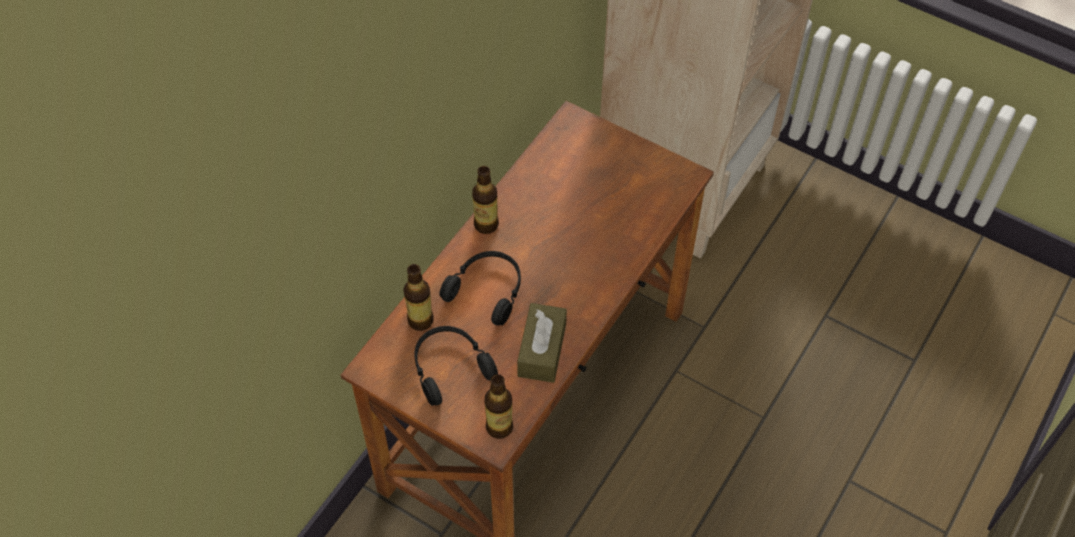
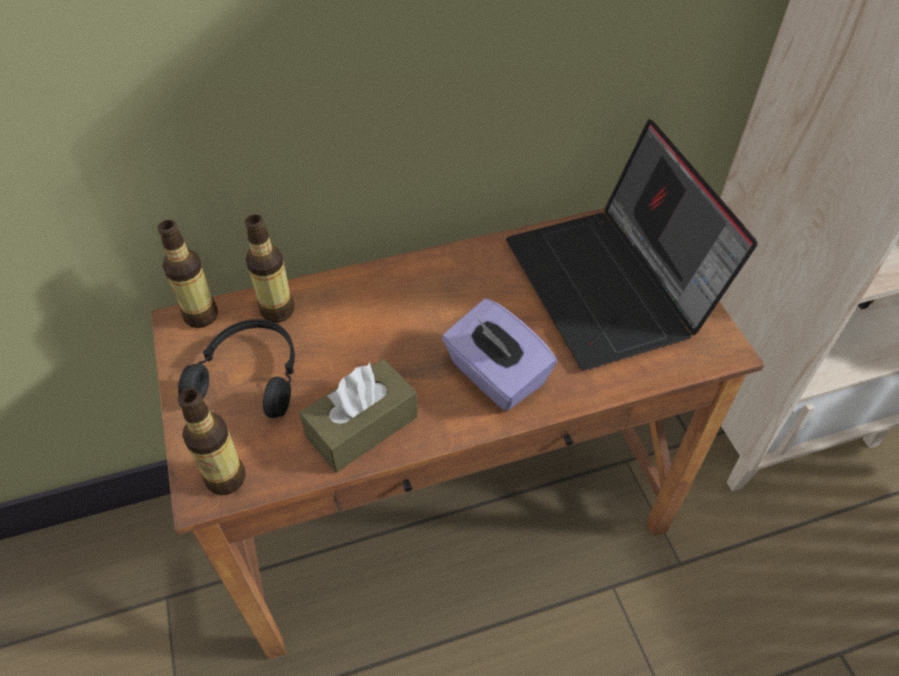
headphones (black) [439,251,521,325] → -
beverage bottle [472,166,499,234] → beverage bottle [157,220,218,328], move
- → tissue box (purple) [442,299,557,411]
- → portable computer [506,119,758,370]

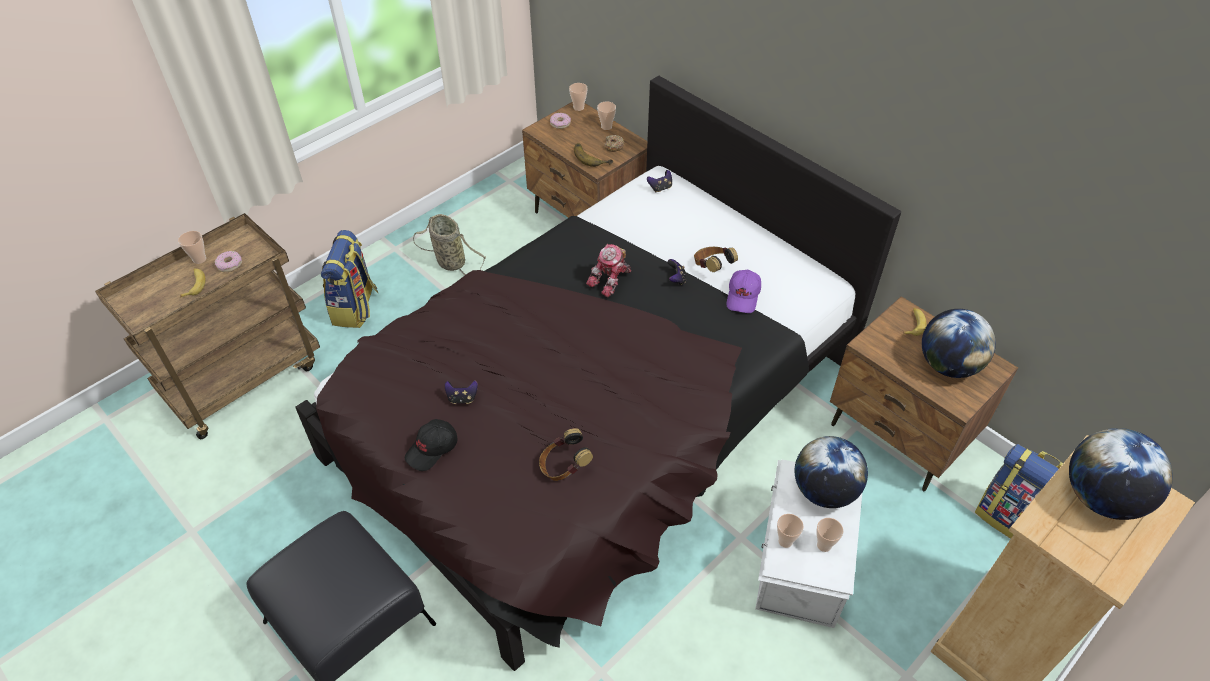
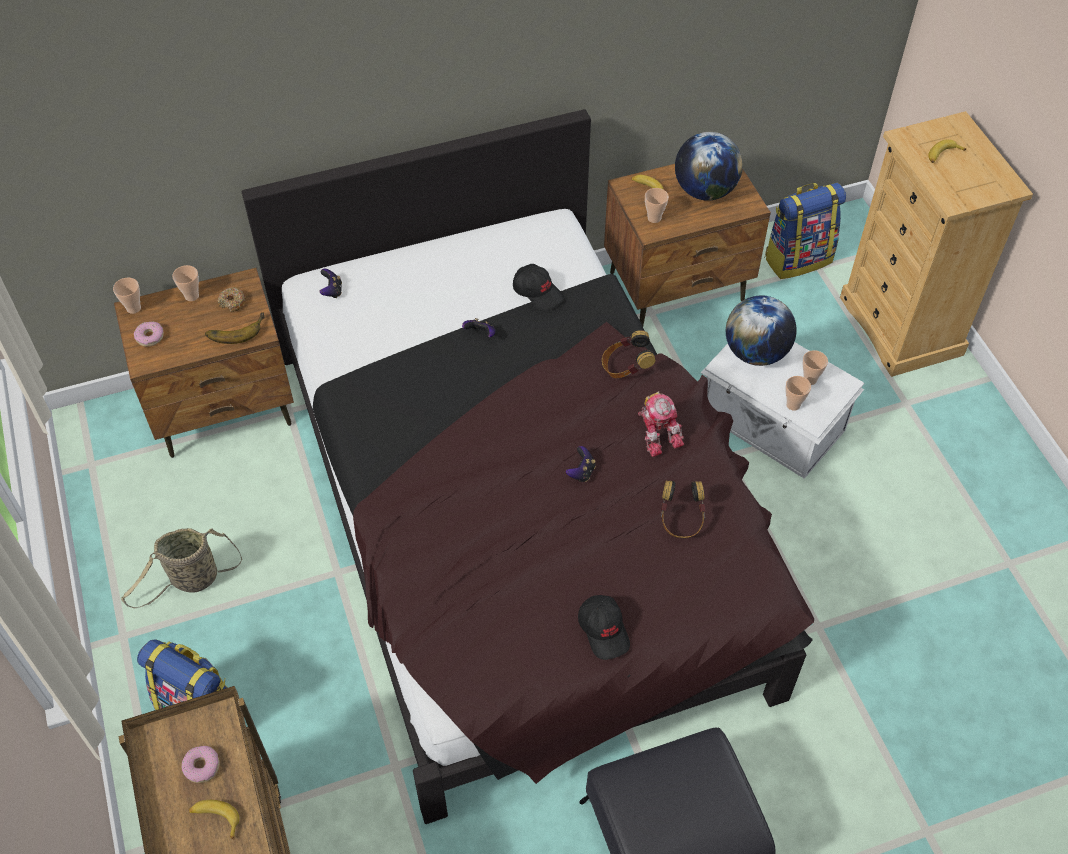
small cup [178,231,206,264] → small cup [645,188,669,223], move
gamepad [445,380,478,404] → gamepad [566,446,596,482], move
model robot [586,244,631,297] → model robot [638,391,684,457], move
headphones [694,247,738,272] → headphones [602,330,656,378], move
cap (purple) [726,270,761,313] → cap (black) [513,264,564,311]
globe [1069,428,1173,520] → banana [928,139,967,163]

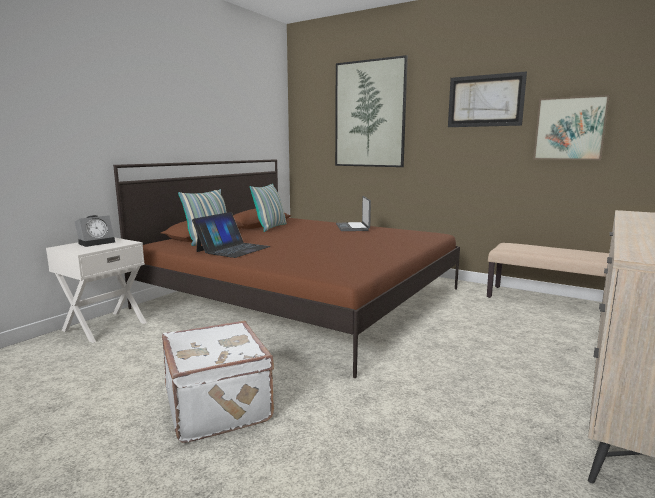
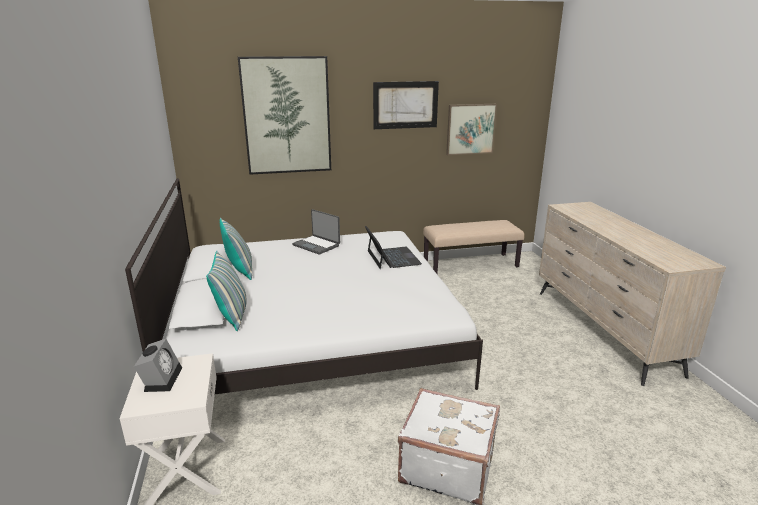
sleeping bed (brown-coloured) [113,159,460,378] → sleeping bed (whitish) [125,178,483,394]
portable computer [192,212,271,258] → portable computer [365,226,422,269], move

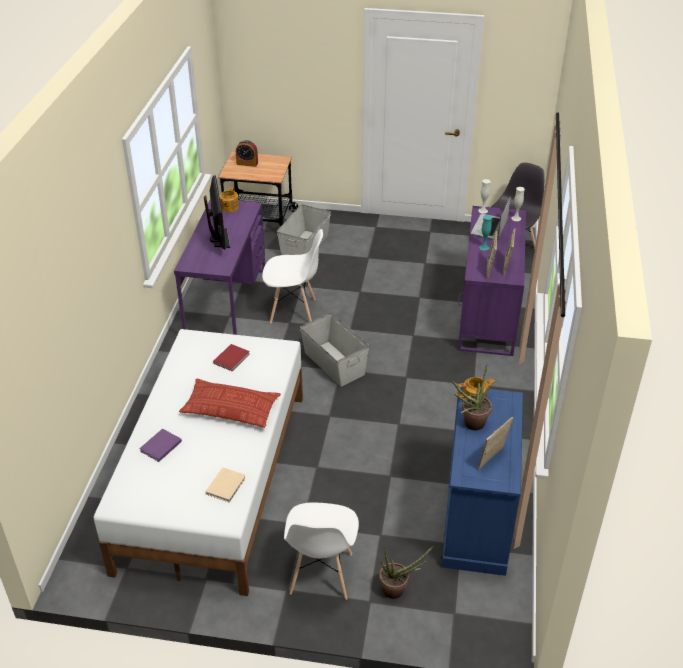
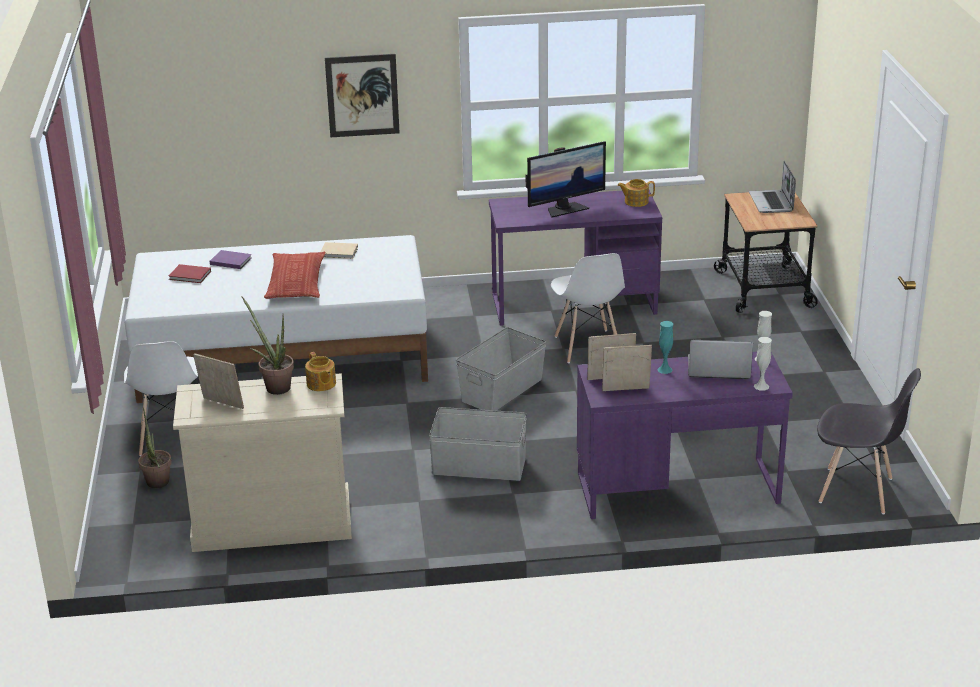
volume (beige-coloured) [205,467,246,502] → volume (beige-coloured) [321,242,358,259], move
volume (reddish) [213,344,250,372] → volume (reddish) [169,264,211,283], move
bedside clock [236,140,258,167] → portable computer [749,160,796,213]
storage container (gray) [277,204,331,255] → storage container (gray) [429,407,527,481], move
chair (whitish) [284,503,359,600] → chair (whitish) [124,341,198,456], 90 degrees counterclockwise
dresser (blue) [441,386,523,576] → dresser (beige-coloured) [173,373,352,552]
- → wall art [325,54,400,137]

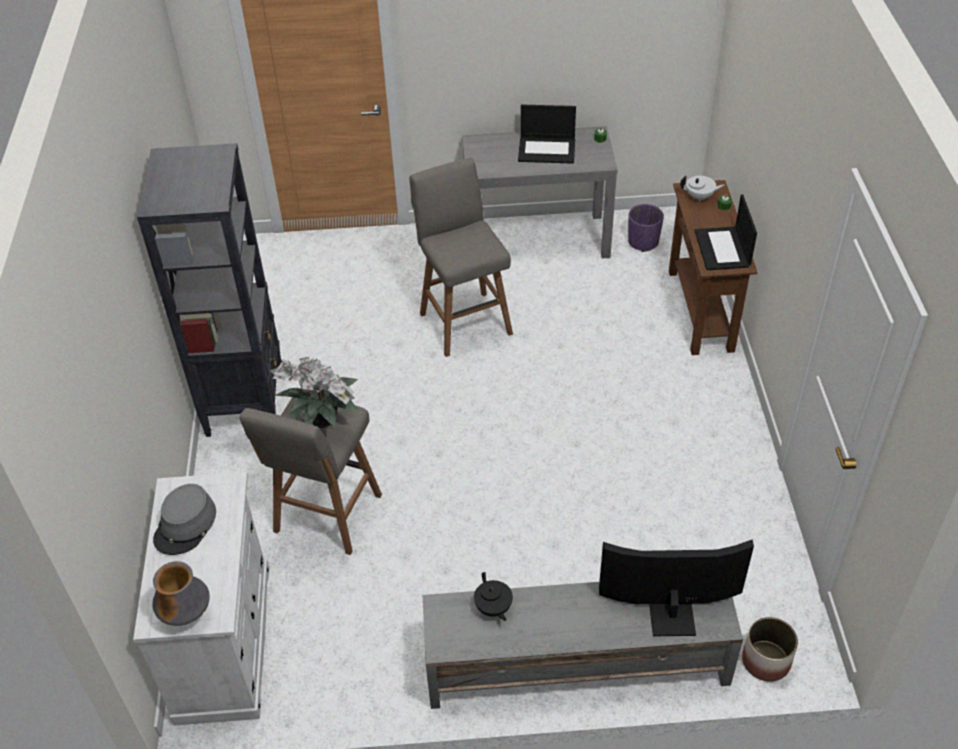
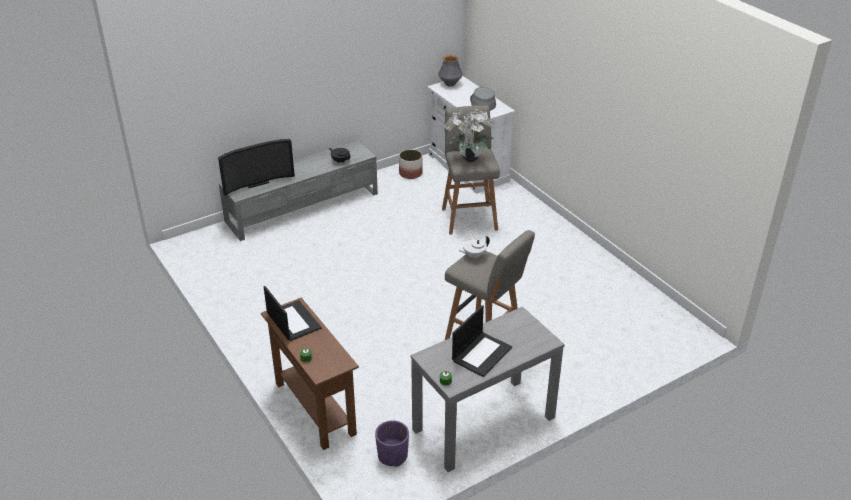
bookcase (black) [137,143,282,437] → -
portable computer [518,104,576,164] → portable computer [452,305,512,377], 150 degrees clockwise
tea pot (whitish) [680,176,724,201] → tea pot (whitish) [458,236,490,258], move
planter [742,617,798,682] → planter [399,149,423,179], move

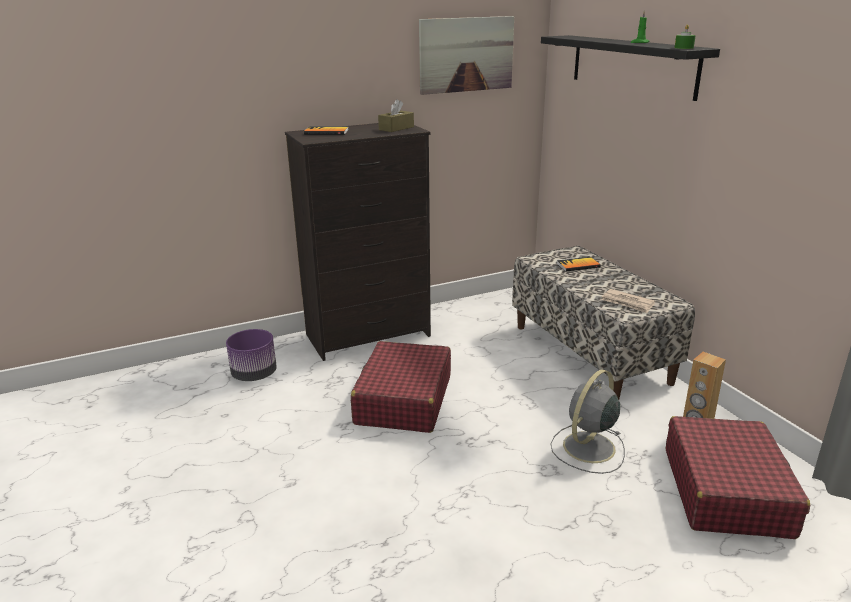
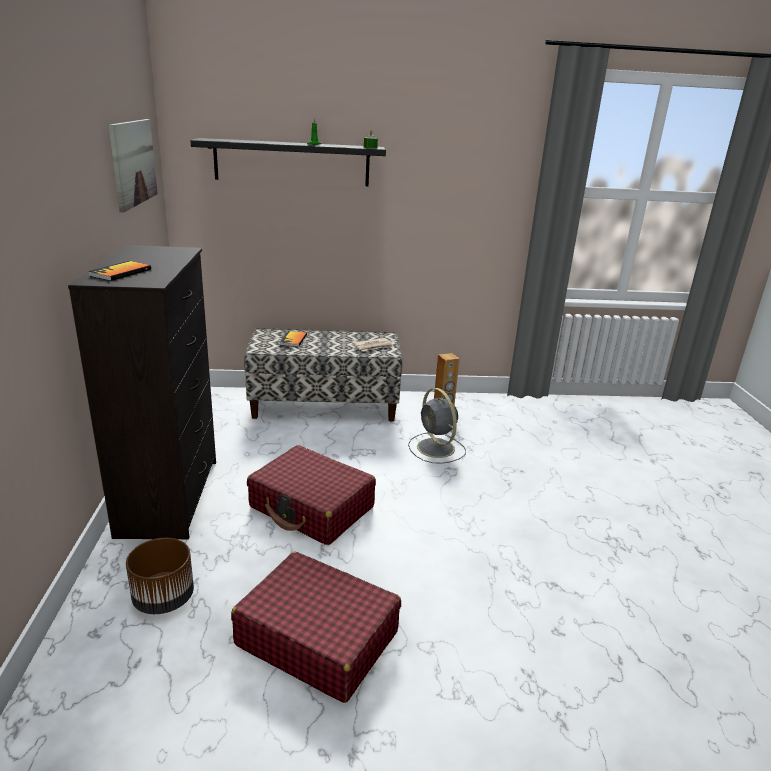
planter (purple) [226,329,277,381] → planter (brown-coloured) [126,538,194,614]
tissue box (brown-coloured) [378,99,414,132] → -
travel case (reddish) [666,416,810,539] → travel case (reddish) [231,552,401,703], move

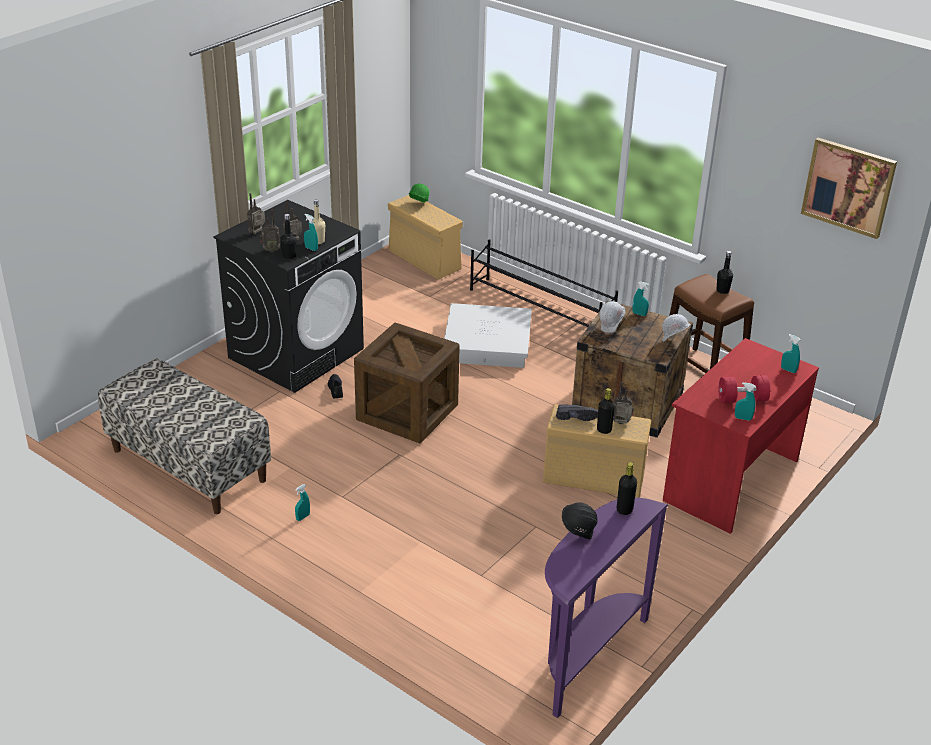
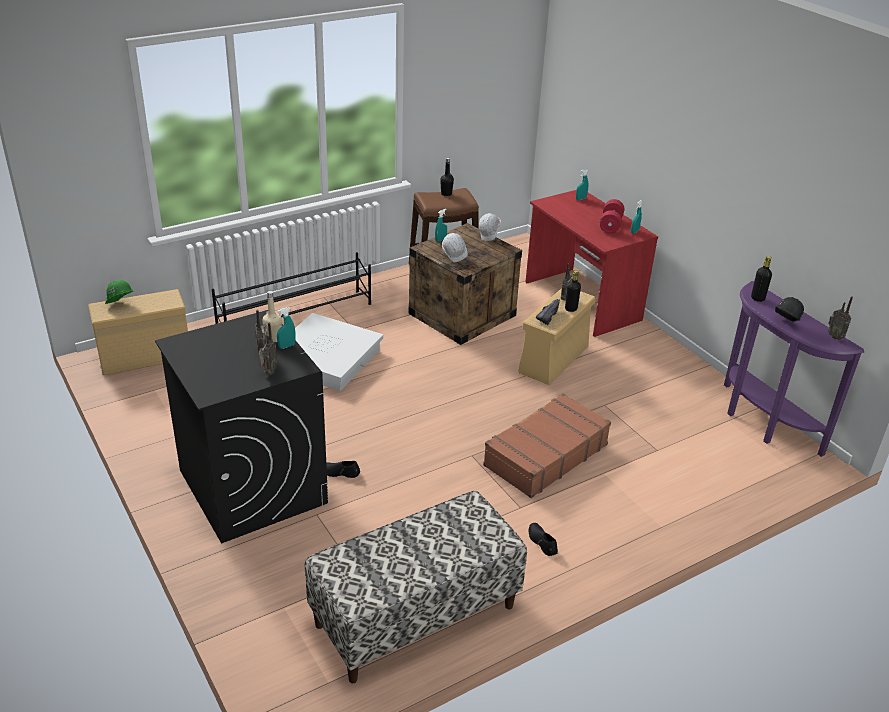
radio receiver [247,193,265,234] → radio receiver [828,296,853,340], move
beverage bottle (black) [280,214,297,259] → -
sprayer (turquoise-coloured) [295,484,310,521] → shoe (black) [529,523,558,556]
packing crate [354,323,460,443] → -
wall art [801,138,897,239] → -
- → travel case (brown-coloured) [483,393,611,498]

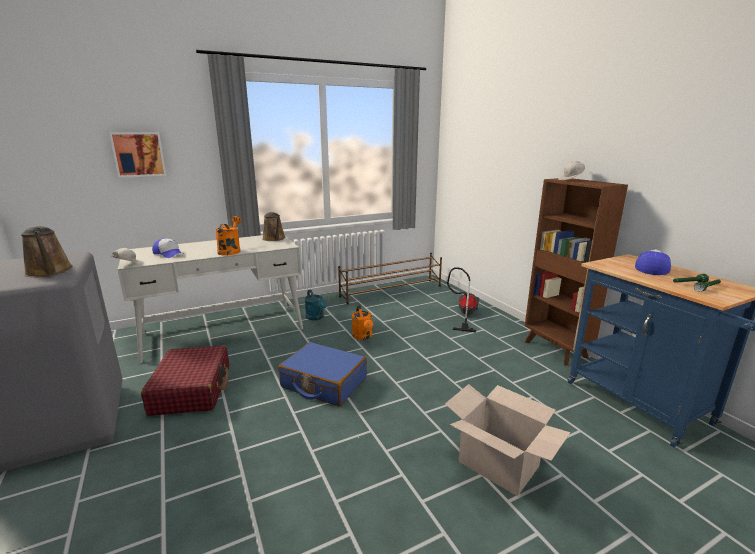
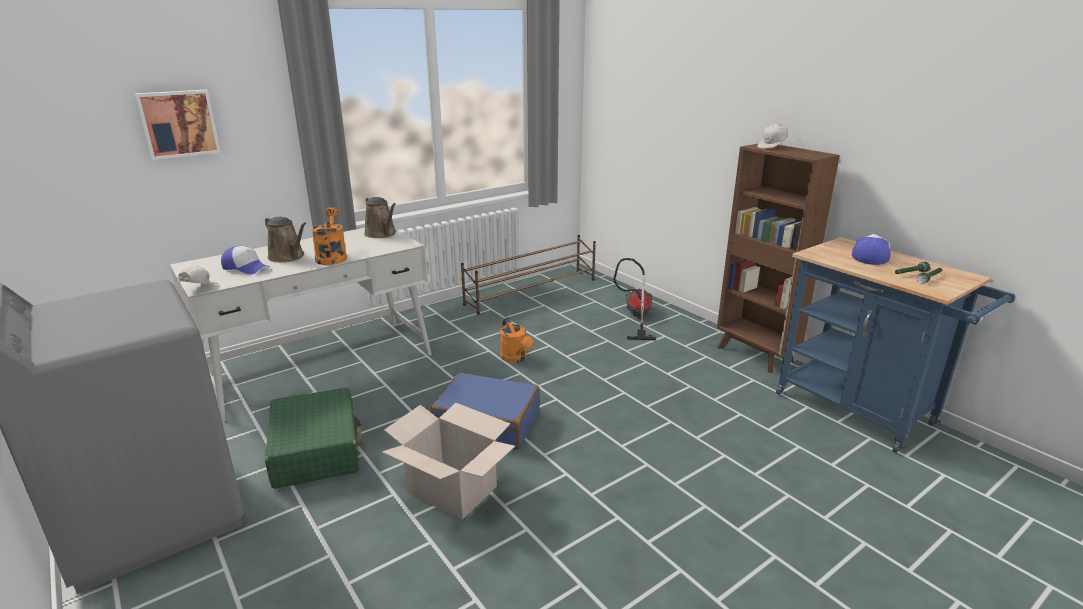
watering can (brown-coloured) [21,226,73,277] → watering can (brown-coloured) [265,216,306,262], move
travel case (reddish) [141,345,229,416] → travel case (green-coloured) [265,387,362,489]
watering can (turquoise-coloured) [305,290,327,320] → -
carton [445,384,570,496] → carton [382,403,515,520], move

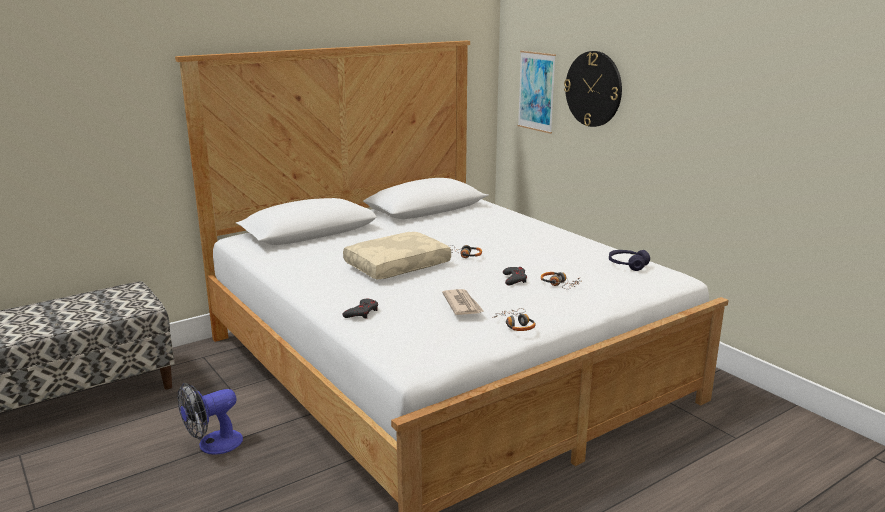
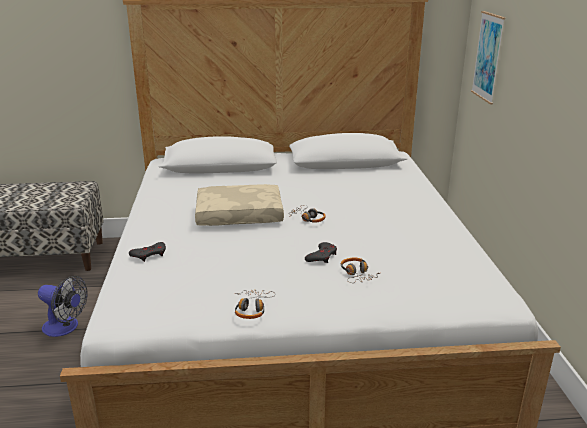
electric fan [178,383,243,455] → electric fan [38,276,88,337], 150 degrees counterclockwise
newspaper [442,289,484,315] → -
hanging clock [564,51,622,127] → -
headphones (purple) [609,250,650,271] → -

